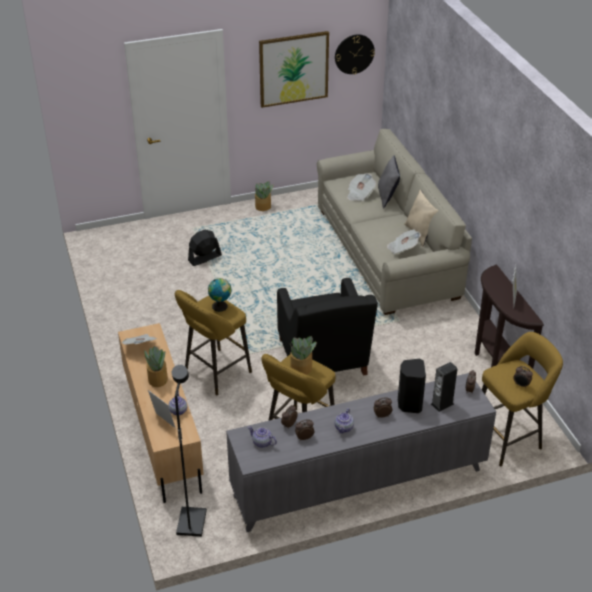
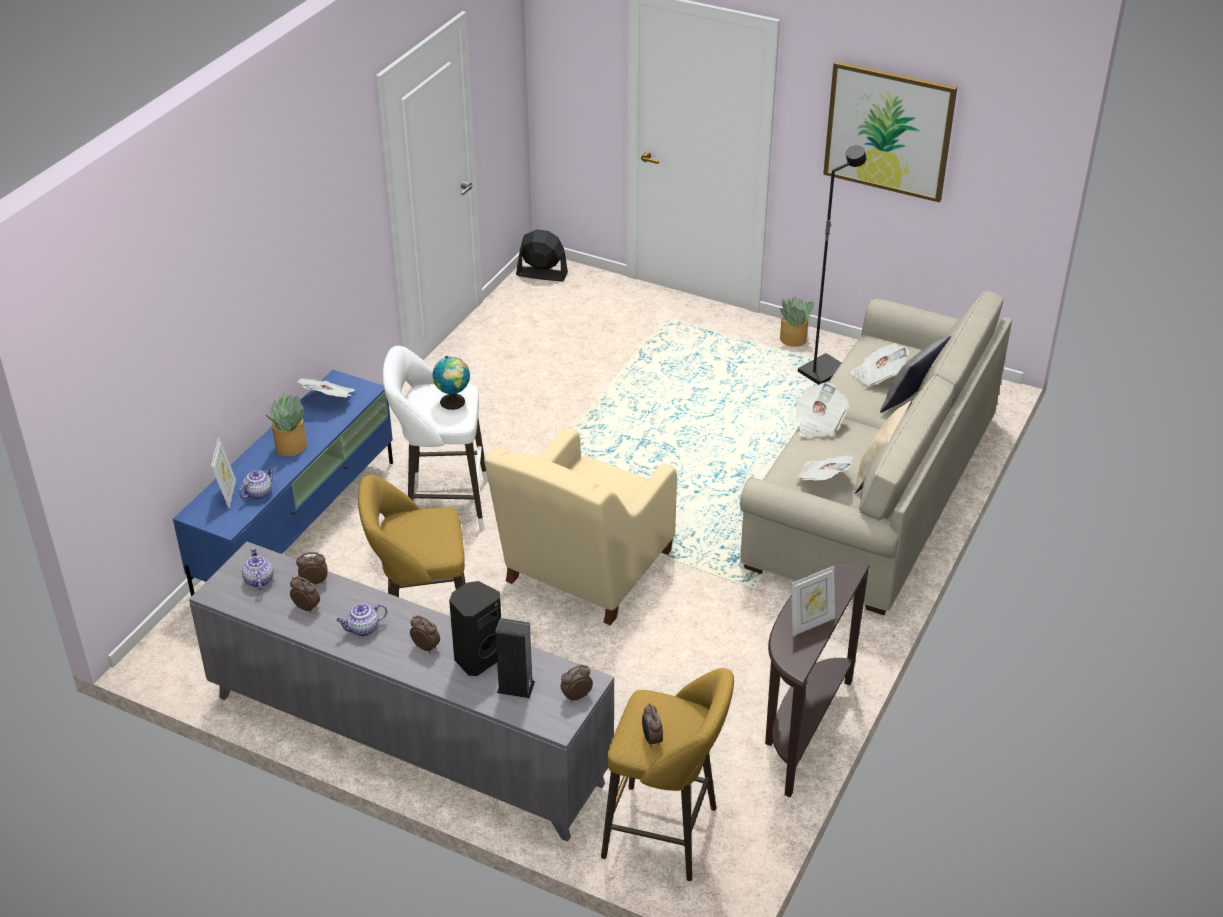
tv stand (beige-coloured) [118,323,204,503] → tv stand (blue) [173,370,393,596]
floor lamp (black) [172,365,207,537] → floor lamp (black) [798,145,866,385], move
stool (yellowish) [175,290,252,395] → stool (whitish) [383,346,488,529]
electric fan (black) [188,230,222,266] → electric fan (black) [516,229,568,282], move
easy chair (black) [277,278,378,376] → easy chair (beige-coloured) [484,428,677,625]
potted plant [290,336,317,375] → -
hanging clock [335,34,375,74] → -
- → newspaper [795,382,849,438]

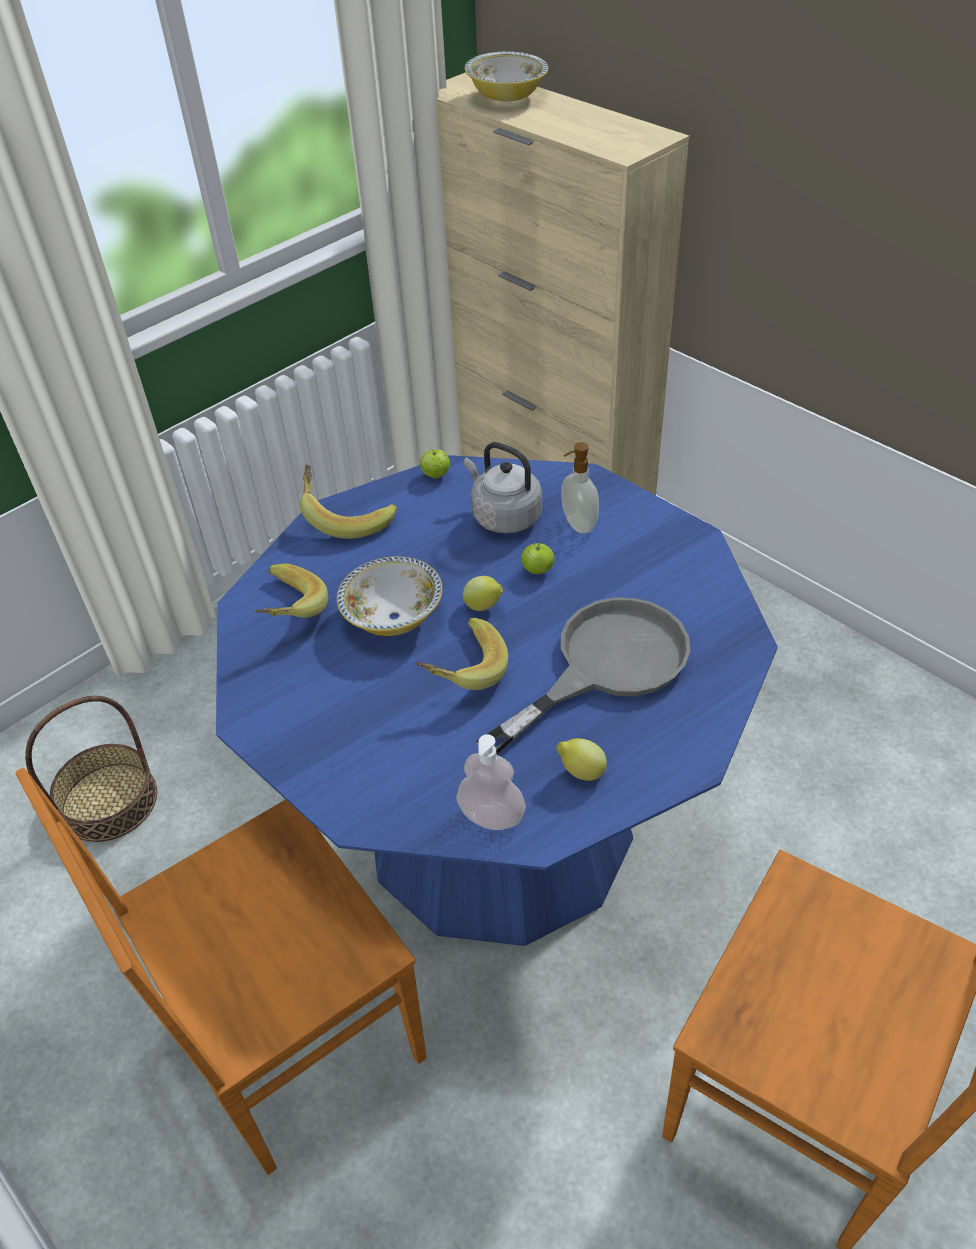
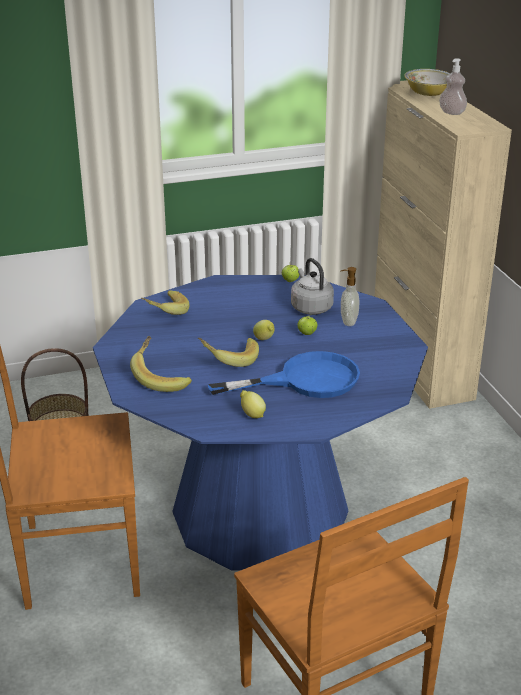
banana [300,465,397,539] → banana [130,336,192,392], move
bowl [337,556,442,636] → -
liquid soap bottle [456,734,526,830] → liquid soap bottle [439,58,467,115], move
pan (gray) [475,597,690,754] → pan (blue) [208,351,360,398]

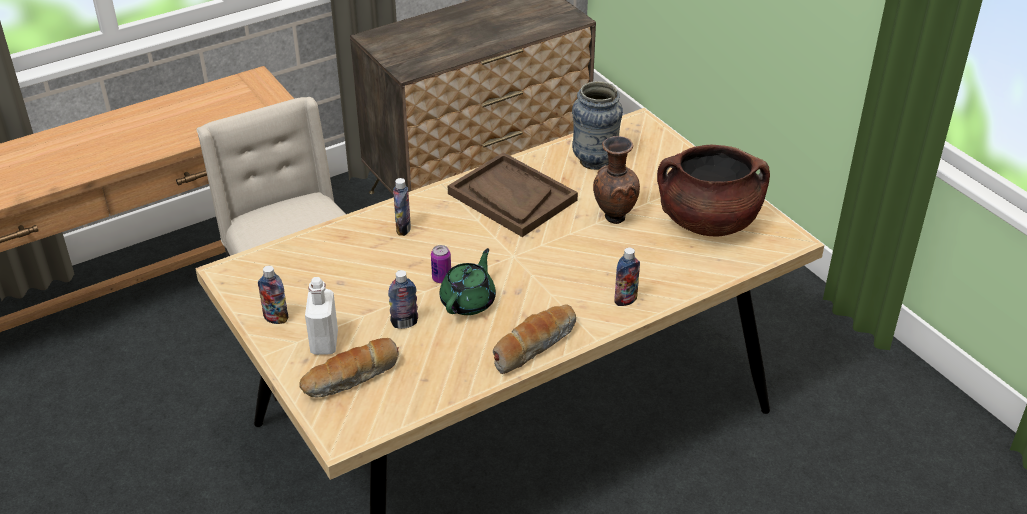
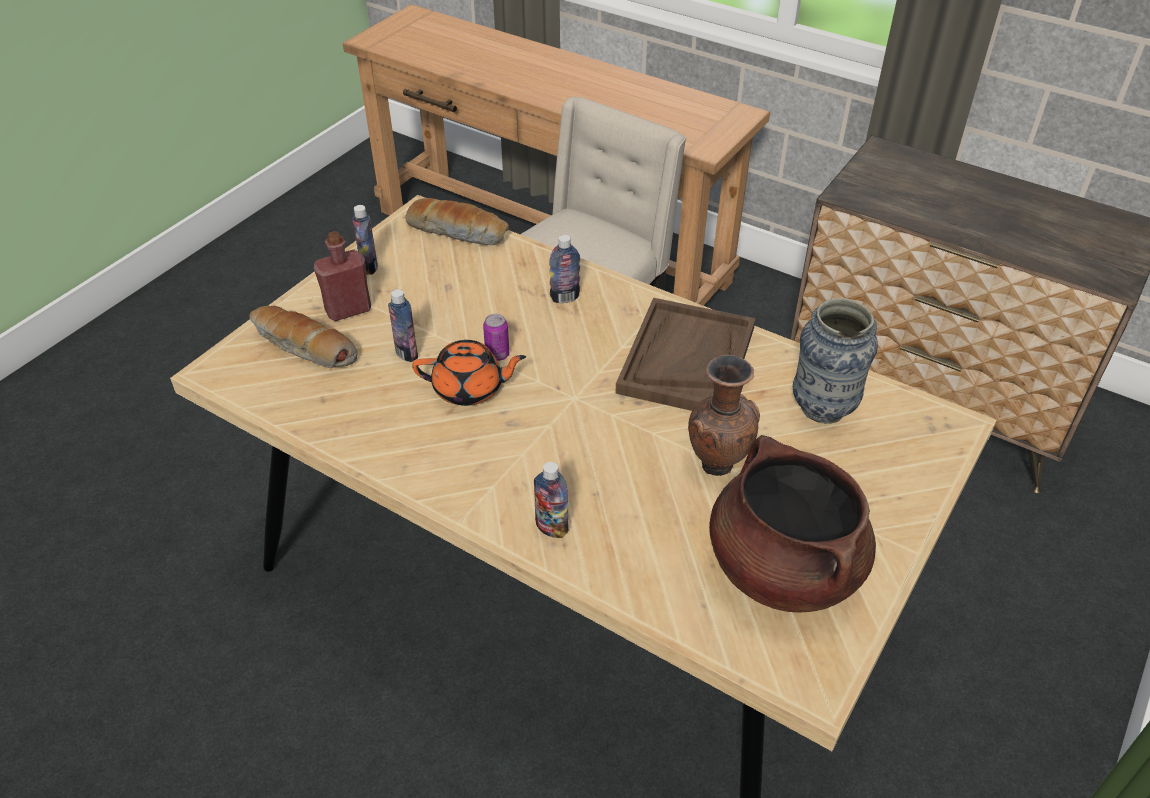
beverage bottle (whitish) [305,277,338,355] → beverage bottle (reddish) [314,231,371,321]
tea pot (green-coloured) [439,248,496,315] → tea pot (orange-coloured) [412,340,526,406]
bread [492,304,576,374] → bread [405,198,509,245], move

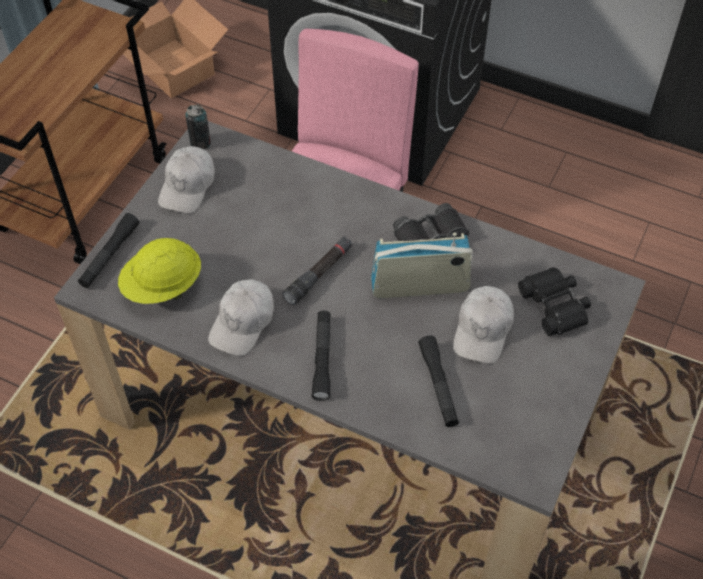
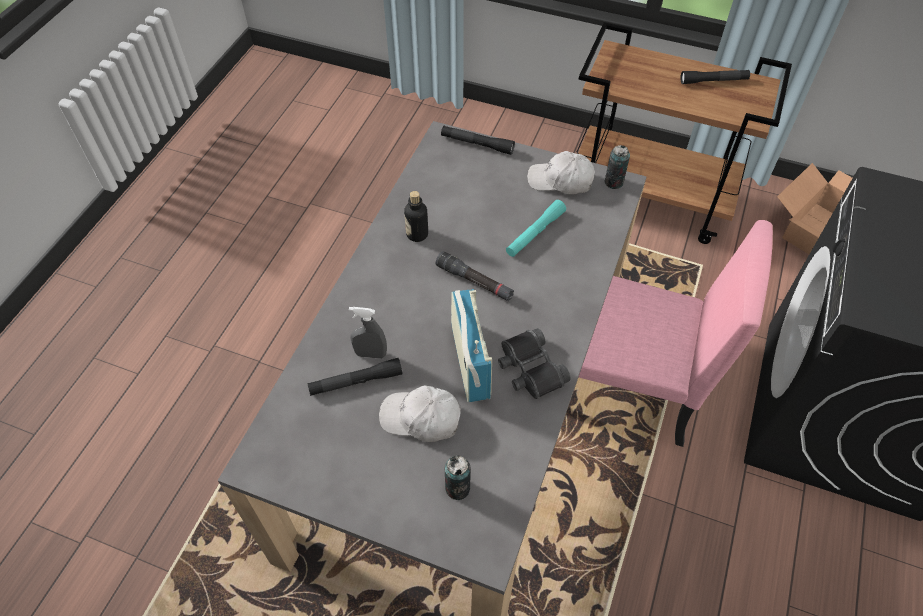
hard hat (yellowish) [118,238,201,304] → -
cap (whitish) [208,279,274,356] → beverage bottle [404,191,428,242]
flashlight (black) [312,311,331,401] → flashlight (black) [680,70,750,84], move
binoculars (black) [518,267,591,336] → metal can [445,456,471,500]
- → sprayer (gray) [349,307,387,359]
- → flashlight (turquoise-coloured) [506,200,566,257]

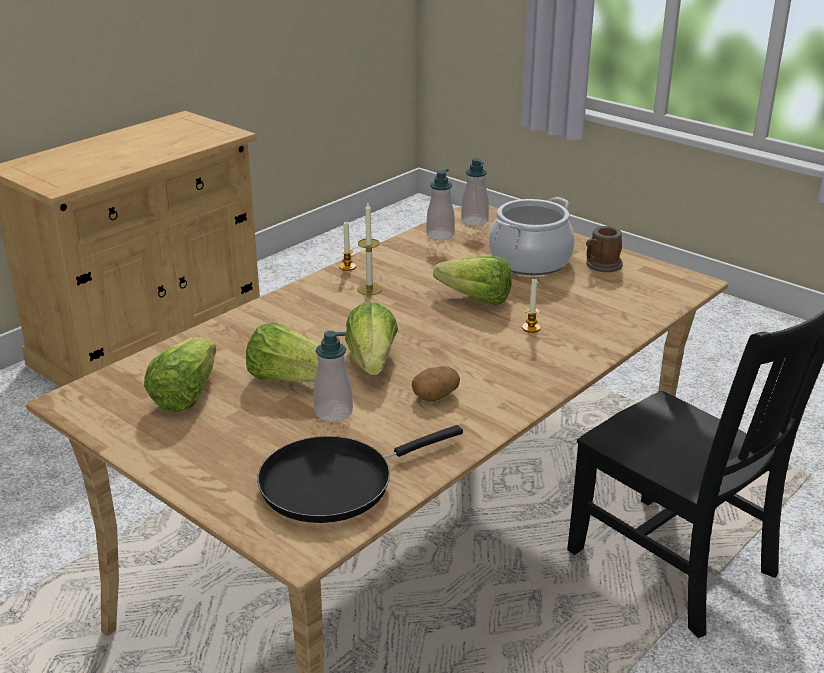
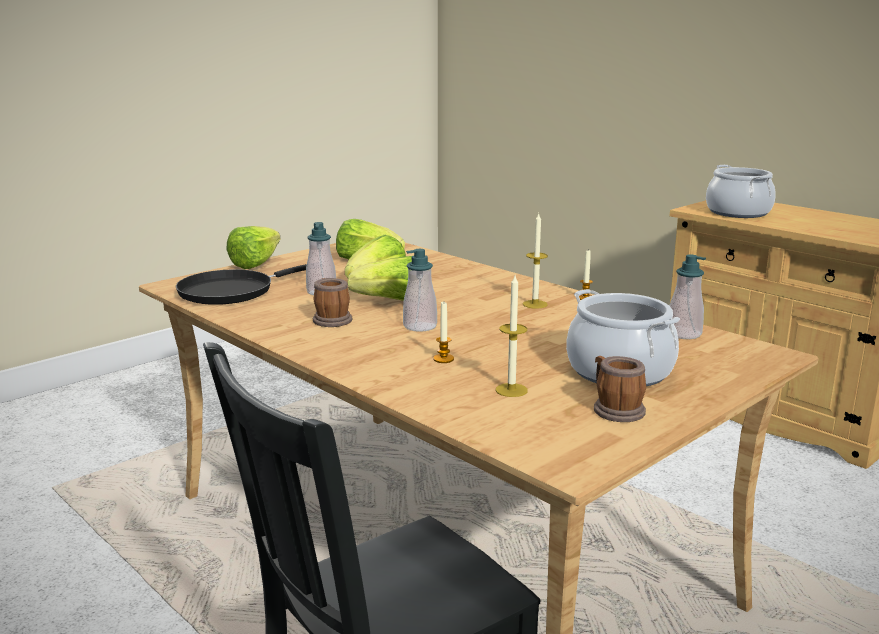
pan (black) [257,425,463,523] → pan (black) [176,264,307,305], 105 degrees counterclockwise
potato [412,366,460,402] → coffee mug [313,278,352,327]
head of lettuce [433,256,512,305] → head of lettuce [226,226,280,269], move
liquid soap bottle [461,158,489,226] → liquid soap bottle [403,249,437,332], move
- → wax light [495,276,528,397]
- → stockpot [706,165,776,218]

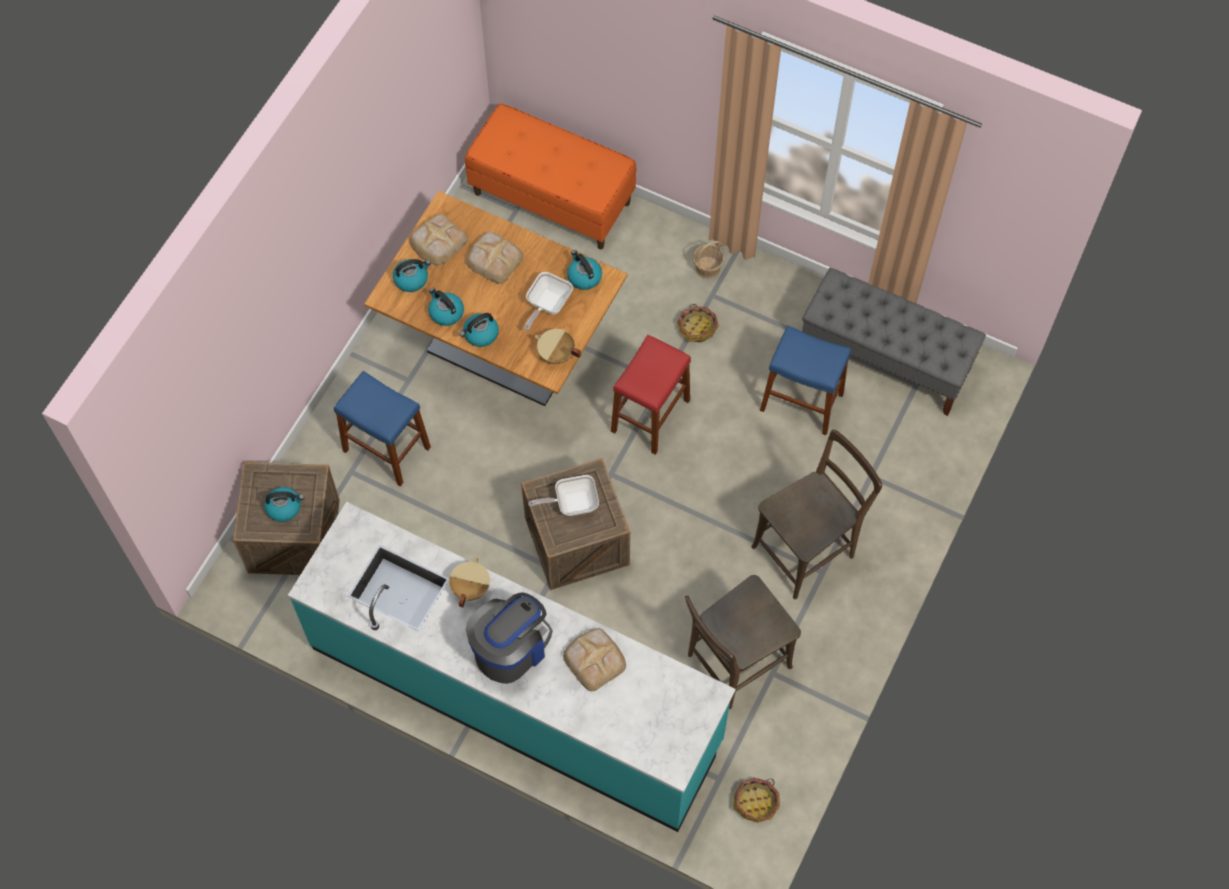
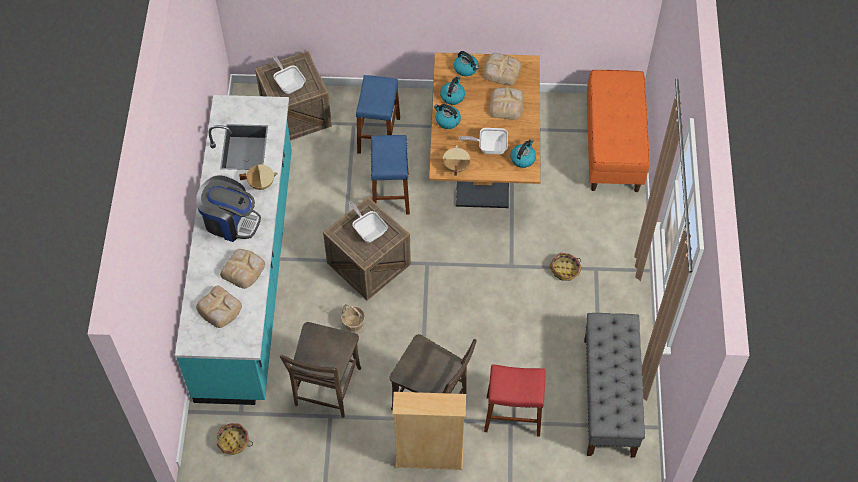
kettle [264,487,304,522] → pan [273,56,306,94]
stool (reddish) [611,335,691,455] → stool (reddish) [484,364,545,437], move
chair (brown-coloured) [685,575,801,709] → chair (brown-coloured) [280,322,361,418], 105 degrees counterclockwise
storage basket [693,241,724,279] → storage basket [341,304,366,333], move
stool (blue) [760,326,851,435] → stool (blue) [371,135,410,215], move
- → bread [196,286,242,328]
- → bookcase (beige-coloured) [392,392,466,470]

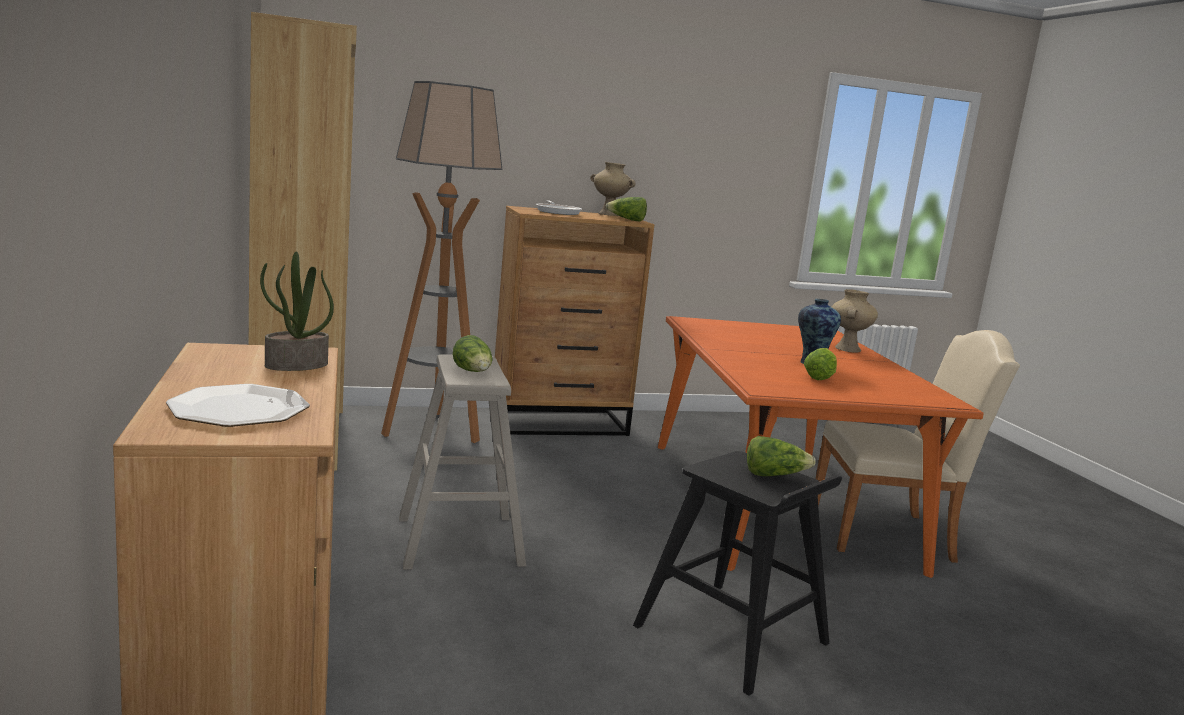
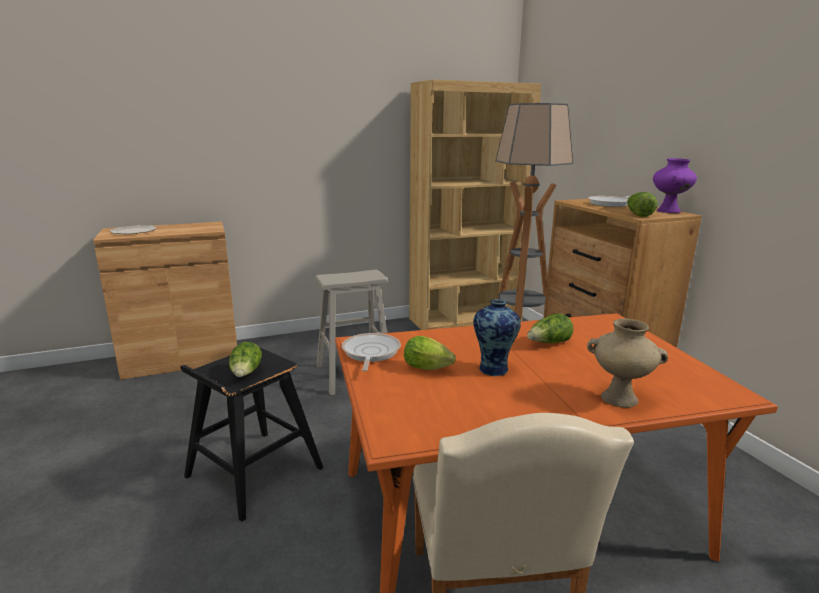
potted plant [260,252,334,371] → -
head of lettuce [453,335,493,372] → head of lettuce [527,313,574,343], move
decorative vase (beige-coloured) [590,162,636,216] → decorative vase (purple) [653,158,697,213]
- → pan [342,333,401,371]

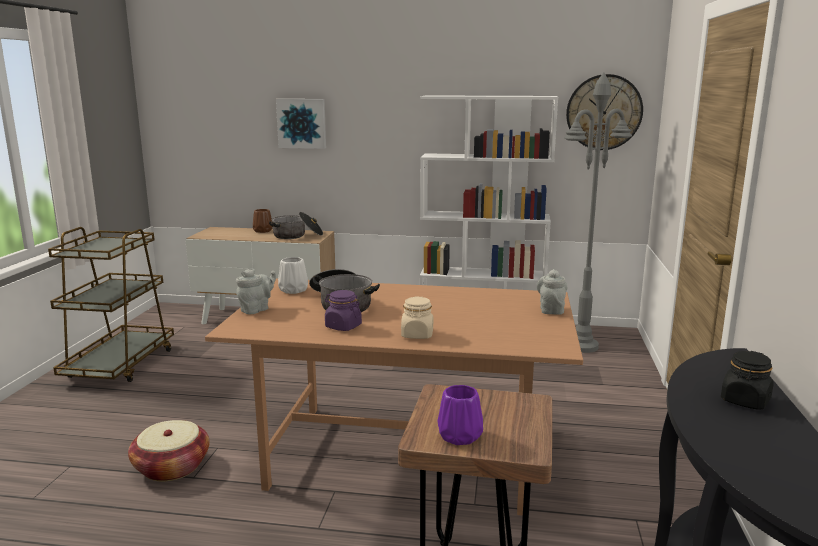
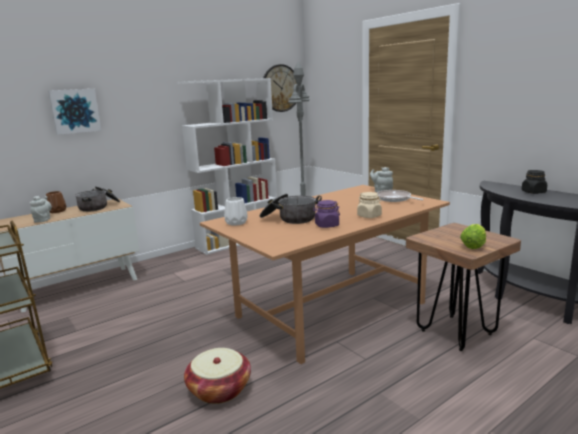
tea pot (gray) [236,269,276,315] → tea pot (gray) [30,196,52,223], move
decorative vase (purple) [437,385,483,445] → head of lettuce [460,224,486,249]
- → pan [377,190,423,202]

